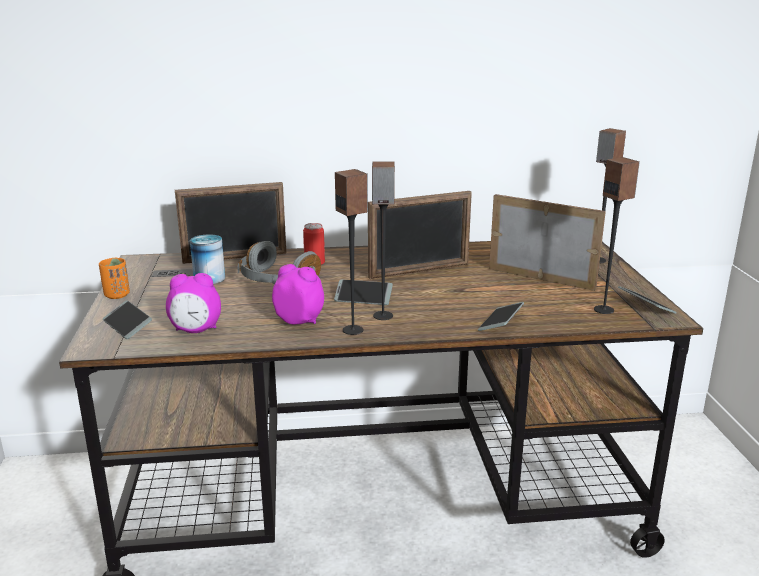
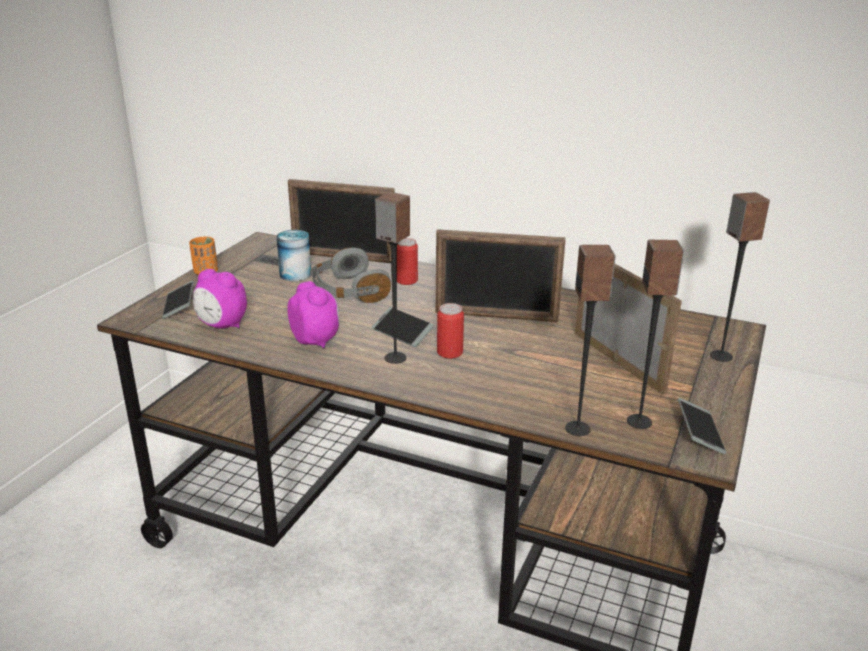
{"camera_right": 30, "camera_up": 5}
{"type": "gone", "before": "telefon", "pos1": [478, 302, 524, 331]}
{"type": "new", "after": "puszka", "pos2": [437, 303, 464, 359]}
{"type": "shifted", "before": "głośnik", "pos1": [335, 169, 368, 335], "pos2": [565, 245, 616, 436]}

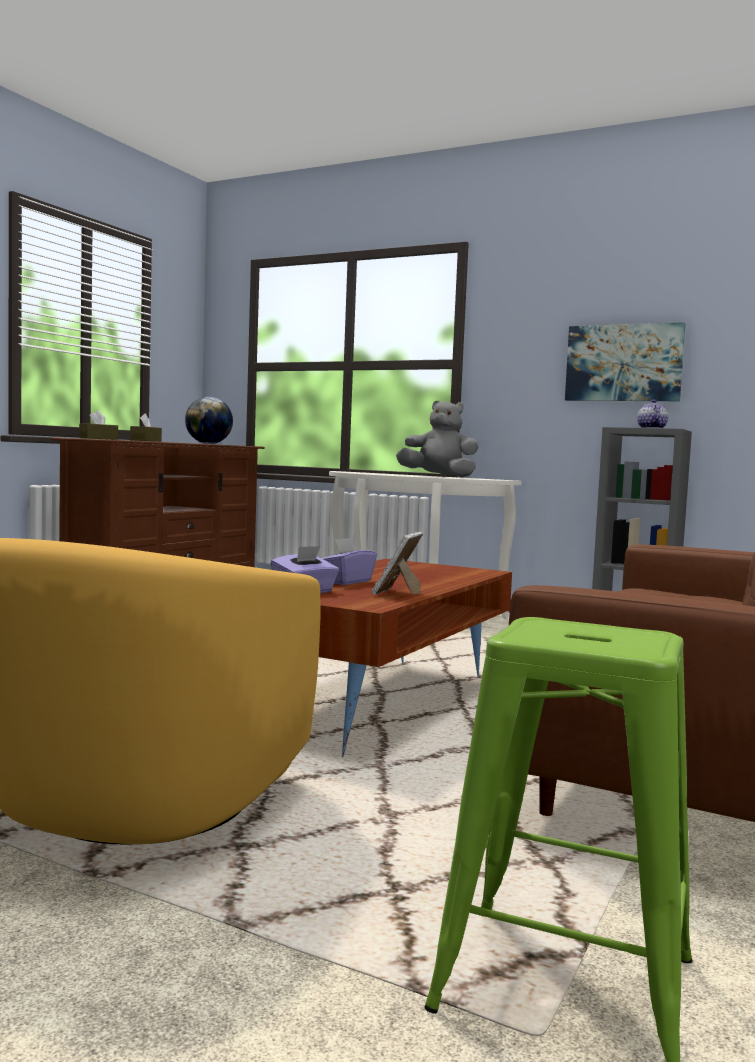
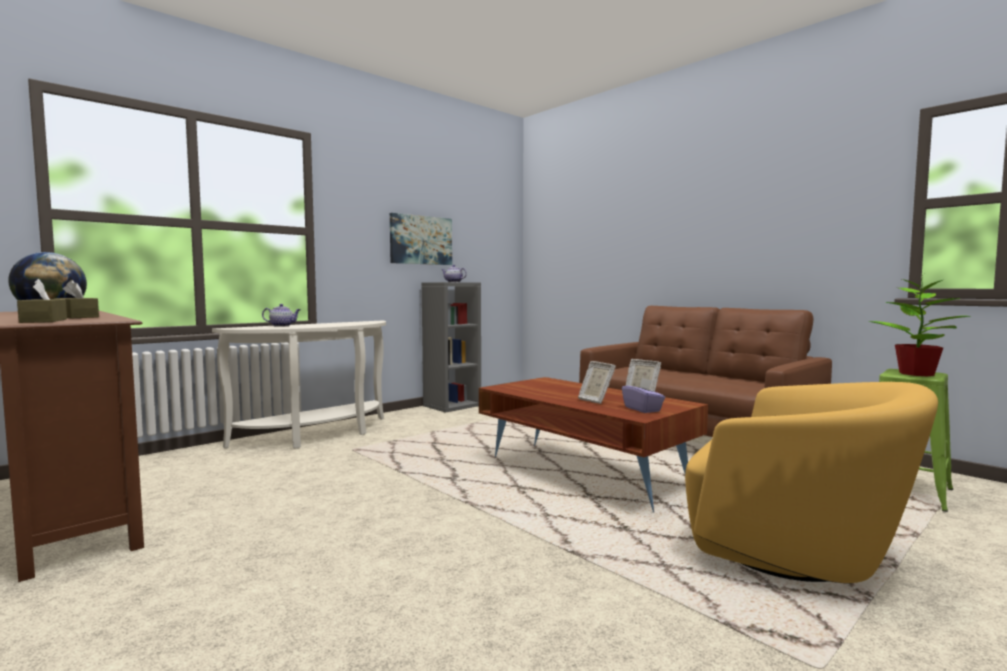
{"camera_right": -70, "camera_up": 0}
{"type": "gone", "before": "pluszak/szary", "pos1": [396, 400, 478, 477]}
{"type": "new", "after": "imbryk", "pos2": [262, 304, 301, 327]}
{"type": "new", "after": "roślina doniczkowa", "pos2": [868, 274, 970, 376]}
{"type": "swapped", "before": "pudełko chusteczek/fioletowy", "after": "ramka na zdjęcie", "pos1": [322, 538, 377, 585], "pos2": [578, 361, 616, 404]}

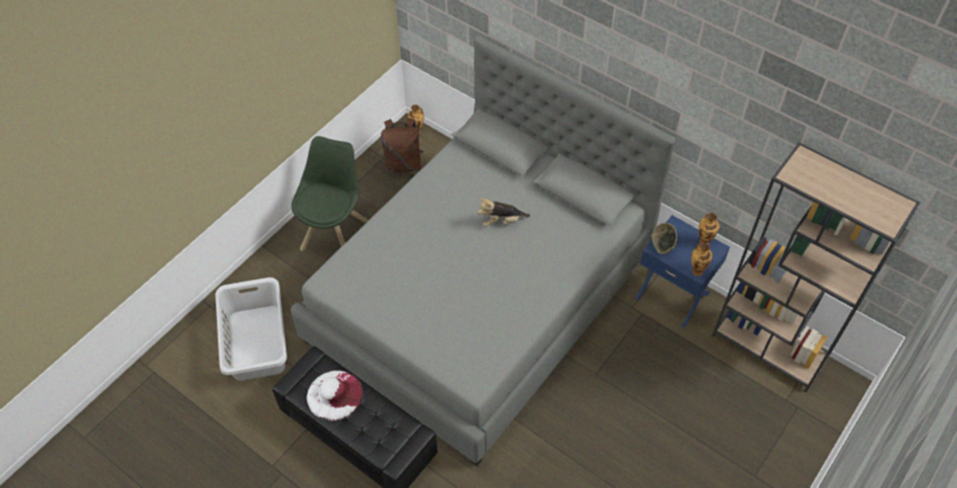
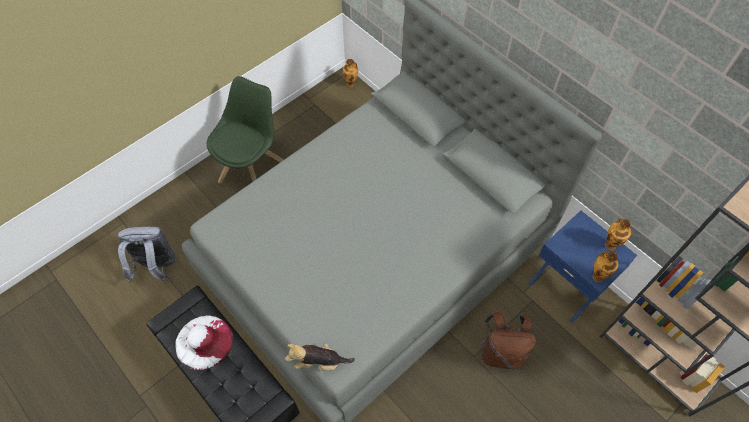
{"camera_right": 10, "camera_up": 5}
{"type": "gone", "before": "miska", "pos1": [652, 223, 677, 254]}
{"type": "shifted", "before": "plecak/brązowy", "pos1": [381, 118, 423, 172], "pos2": [480, 312, 536, 370]}
{"type": "shifted", "before": "pluszak", "pos1": [478, 198, 530, 226], "pos2": [285, 343, 355, 371]}
{"type": "swapped", "before": "kosz na pranie/szary", "after": "plecak/szary", "pos1": [215, 277, 287, 381], "pos2": [118, 227, 175, 282]}

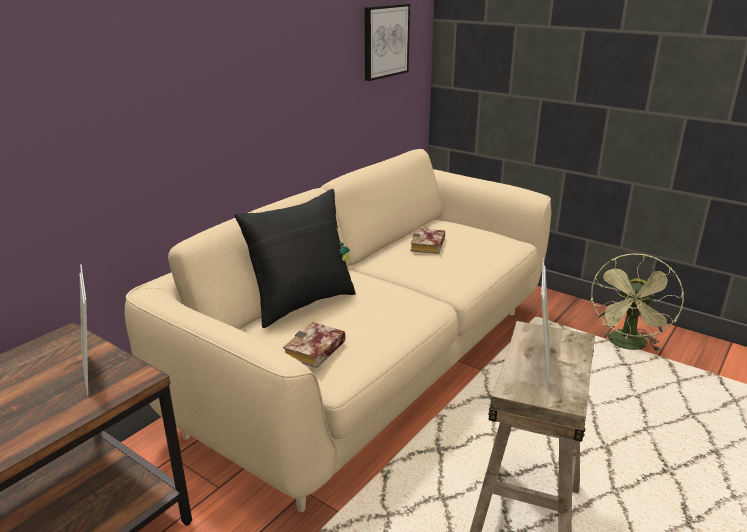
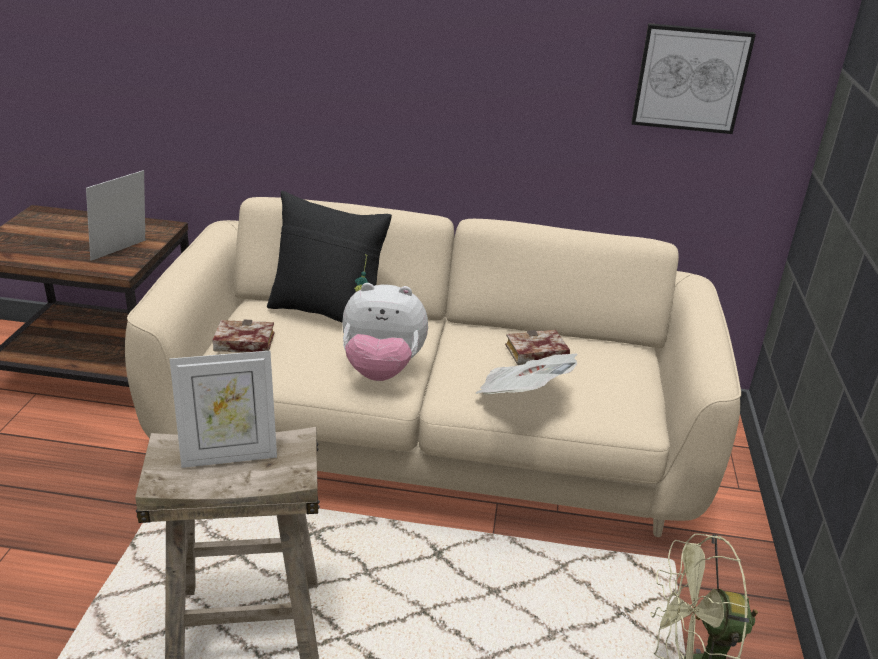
{"camera_right": 60, "camera_up": 5}
{"type": "new", "after": "pluszak", "pos2": [342, 283, 428, 381]}
{"type": "new", "after": "gazeta", "pos2": [475, 354, 577, 394]}

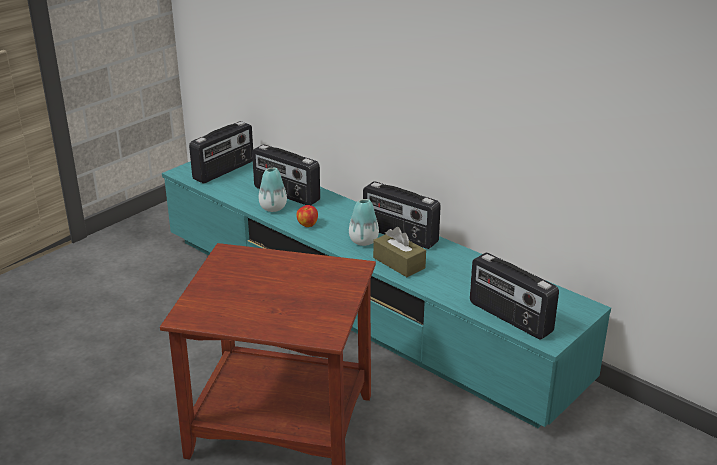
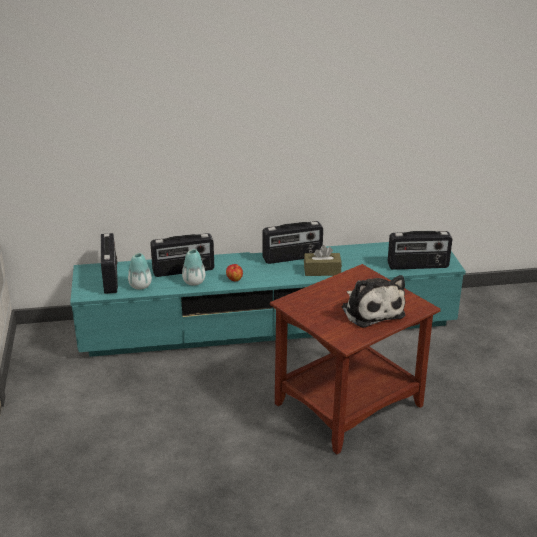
{"camera_right": -50, "camera_up": 0}
{"type": "new", "after": "pluszak", "pos2": [342, 275, 405, 328]}
{"type": "shifted", "before": "wazon", "pos1": [349, 199, 379, 246], "pos2": [128, 253, 152, 290]}

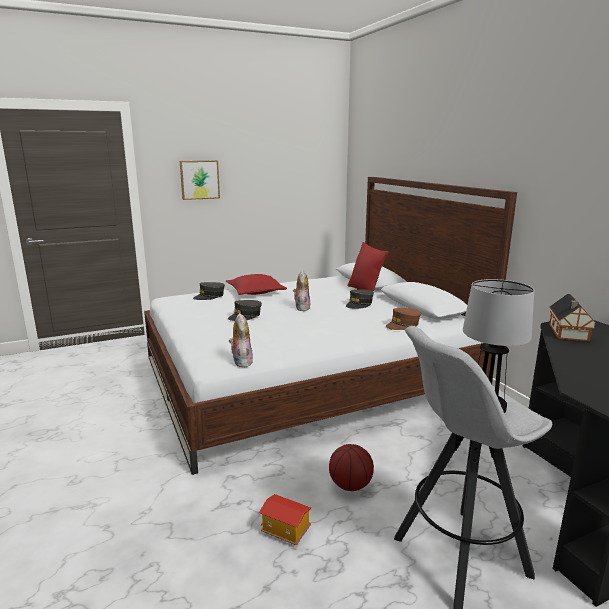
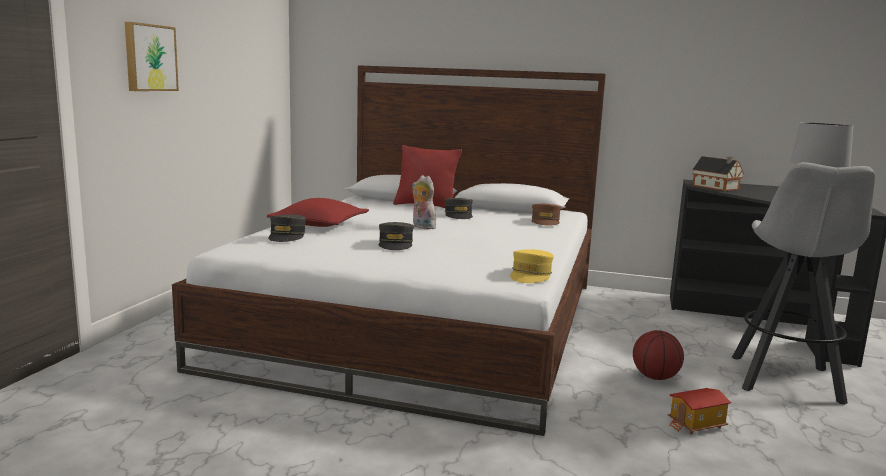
{"camera_right": -50, "camera_up": -5}
{"type": "swapped", "before": "pluszak", "after": "czapka z daszkiem/żółty", "pos1": [229, 313, 253, 367], "pos2": [510, 249, 554, 283]}

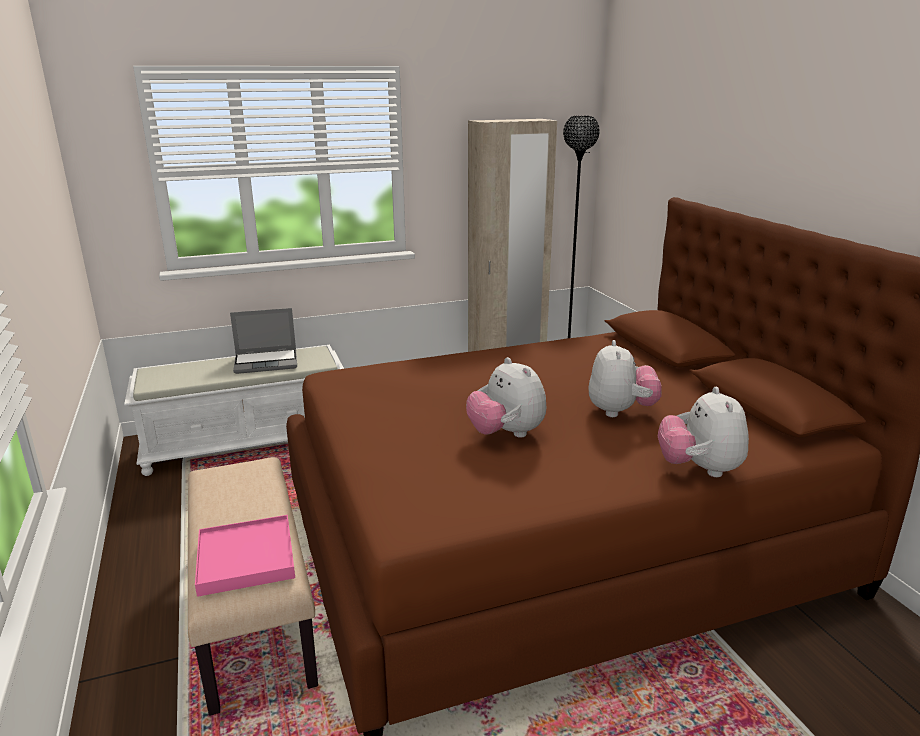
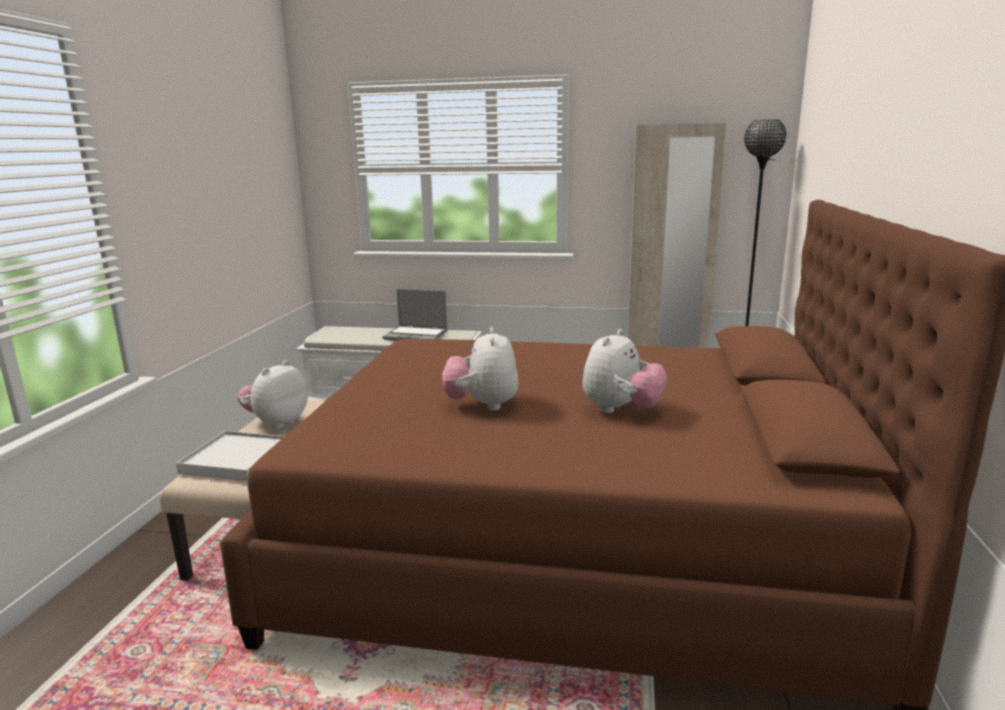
{"camera_right": 30, "camera_up": -5}
{"type": "shifted", "before": "pluszak", "pos1": [658, 387, 749, 477], "pos2": [237, 360, 308, 429]}
{"type": "repainted", "before": "taca/różowy", "after": "taca/biały", "pos1": [195, 515, 295, 597], "pos2": [176, 431, 285, 481]}

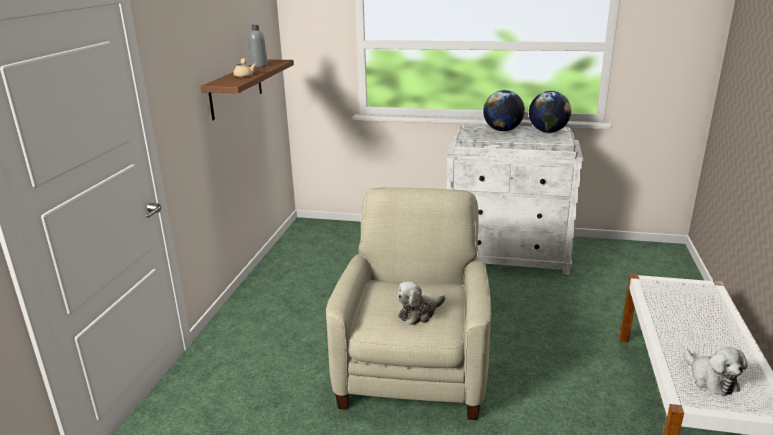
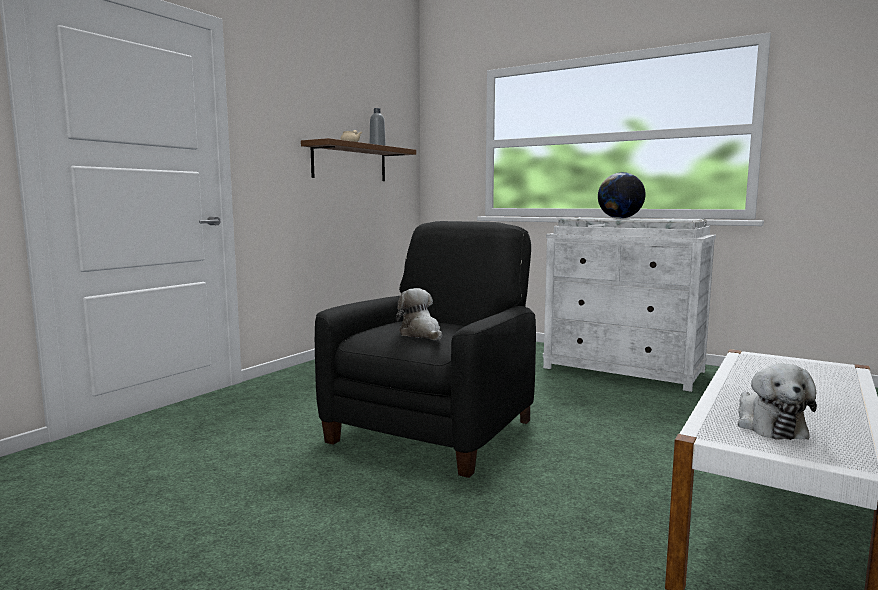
{"camera_right": 20, "camera_up": -15}
{"type": "gone", "before": "globus", "pos1": [529, 91, 571, 133]}
{"type": "repainted", "before": "fotel/beżowy", "after": "fotel/czarny", "pos1": [326, 187, 491, 420], "pos2": [315, 221, 536, 478]}
{"type": "rotated", "before": "pluszak", "pos1": [397, 281, 445, 325], "pos2": [396, 288, 442, 340], "turn": 75}

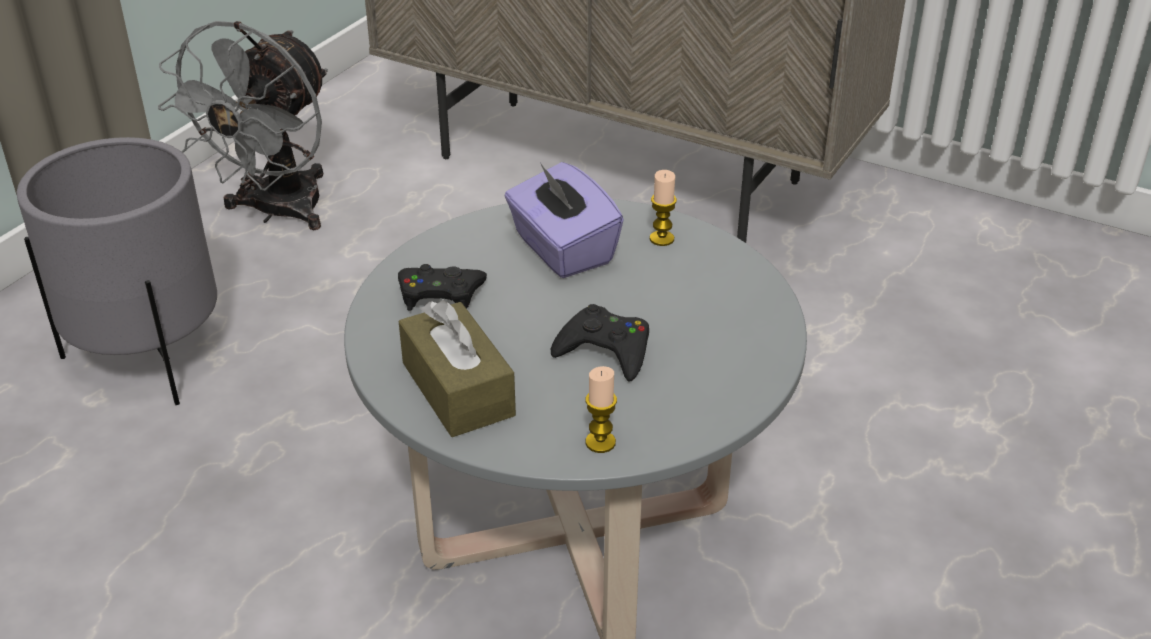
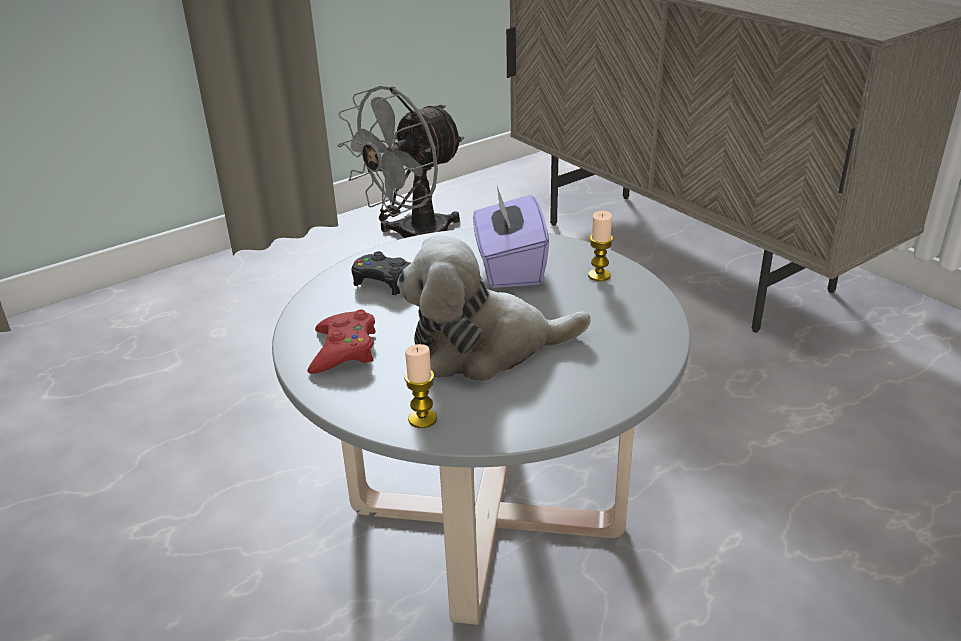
{"camera_right": 25, "camera_up": -5}
{"type": "gone", "before": "donica/szary", "pos1": [17, 137, 217, 405]}
{"type": "swapped", "before": "pudełko chusteczek/brązowy", "after": "pad do gier/czerwony", "pos1": [399, 300, 516, 437], "pos2": [307, 310, 376, 374]}
{"type": "swapped", "before": "pad do gier/czarny", "after": "pluszak", "pos1": [551, 304, 649, 381], "pos2": [397, 235, 591, 381]}

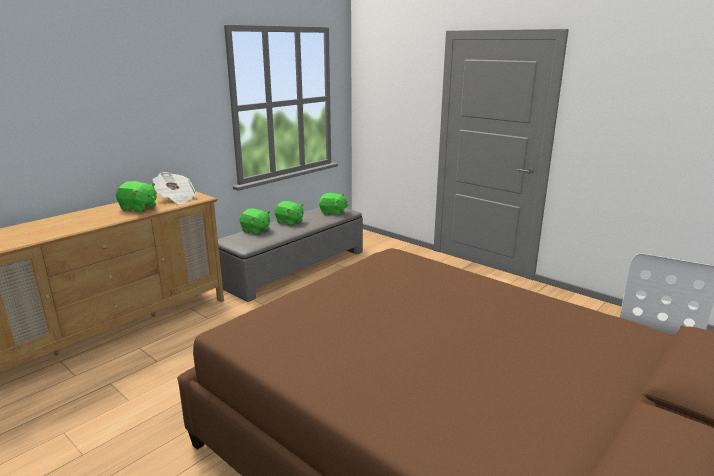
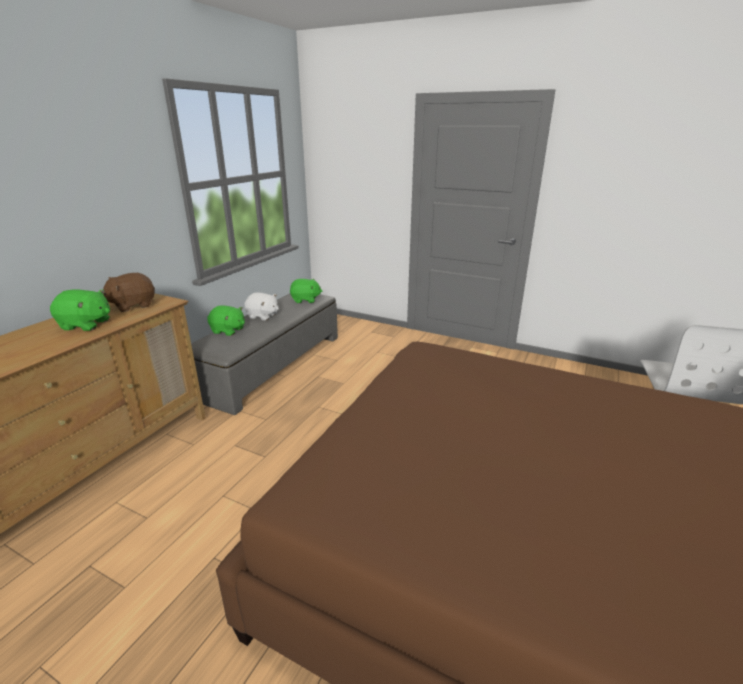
{"camera_right": -15, "camera_up": 5}
{"type": "swapped", "before": "gazeta", "after": "pluszak/brązowy", "pos1": [152, 172, 197, 204], "pos2": [103, 273, 155, 312]}
{"type": "repainted", "before": "pluszak/zielony", "after": "pluszak/biały", "pos1": [274, 201, 304, 226], "pos2": [244, 293, 279, 321]}

